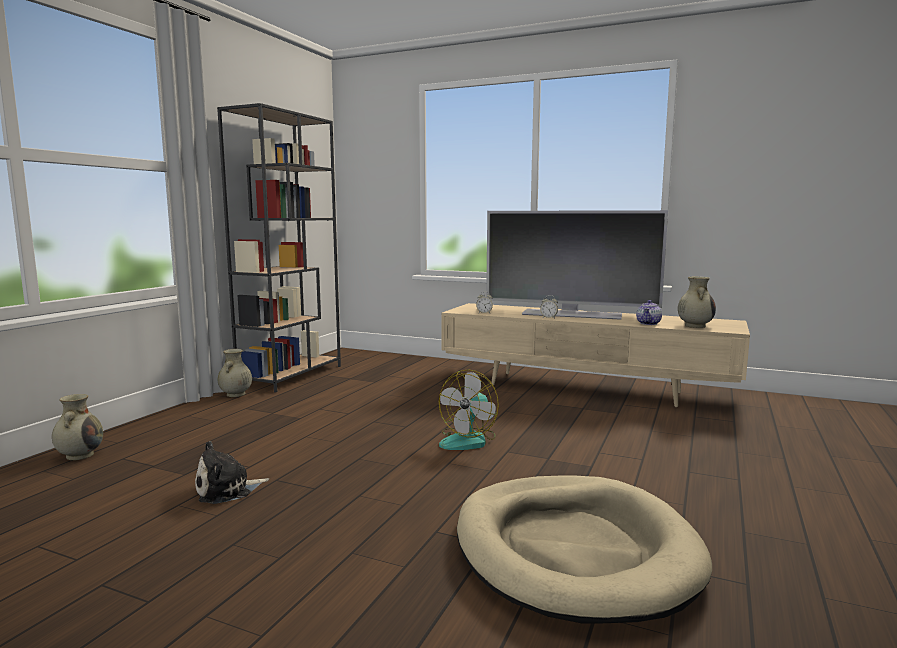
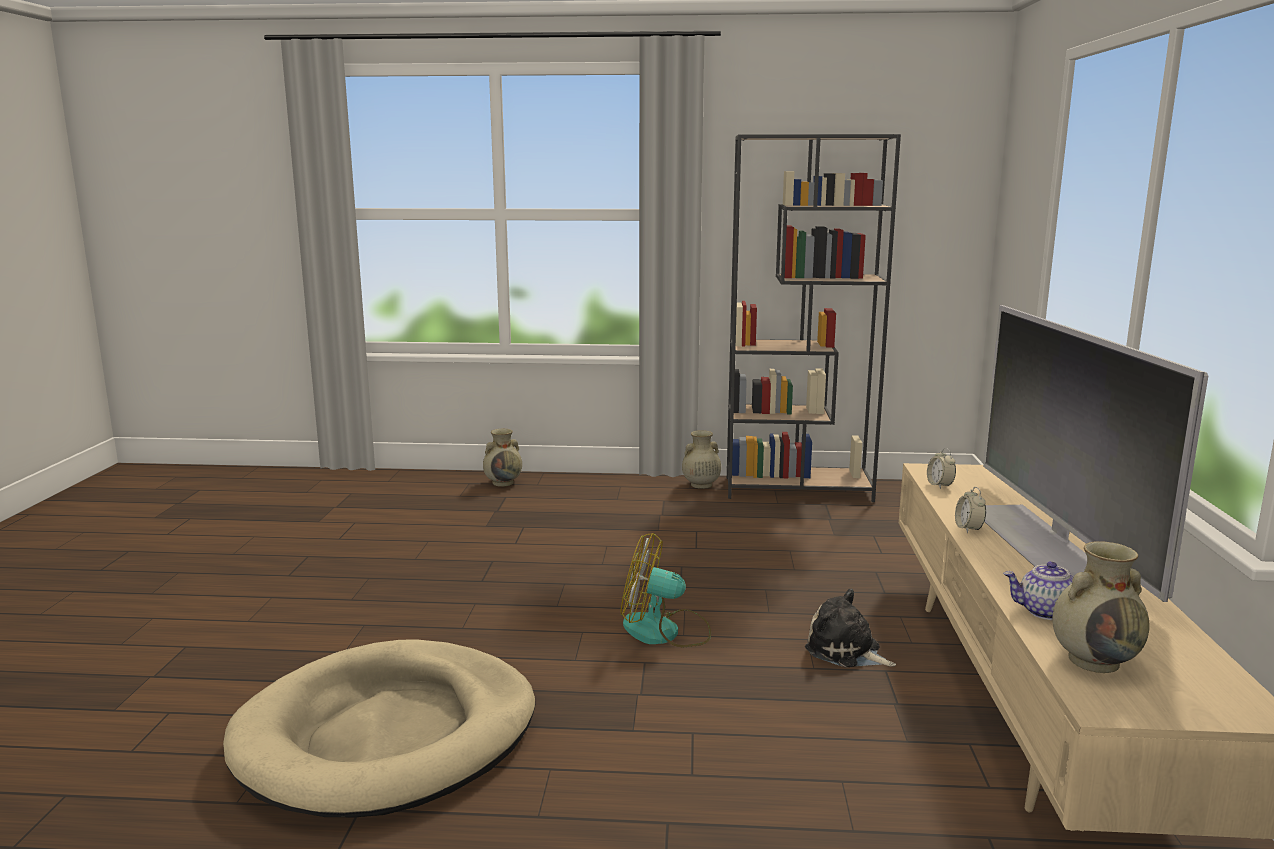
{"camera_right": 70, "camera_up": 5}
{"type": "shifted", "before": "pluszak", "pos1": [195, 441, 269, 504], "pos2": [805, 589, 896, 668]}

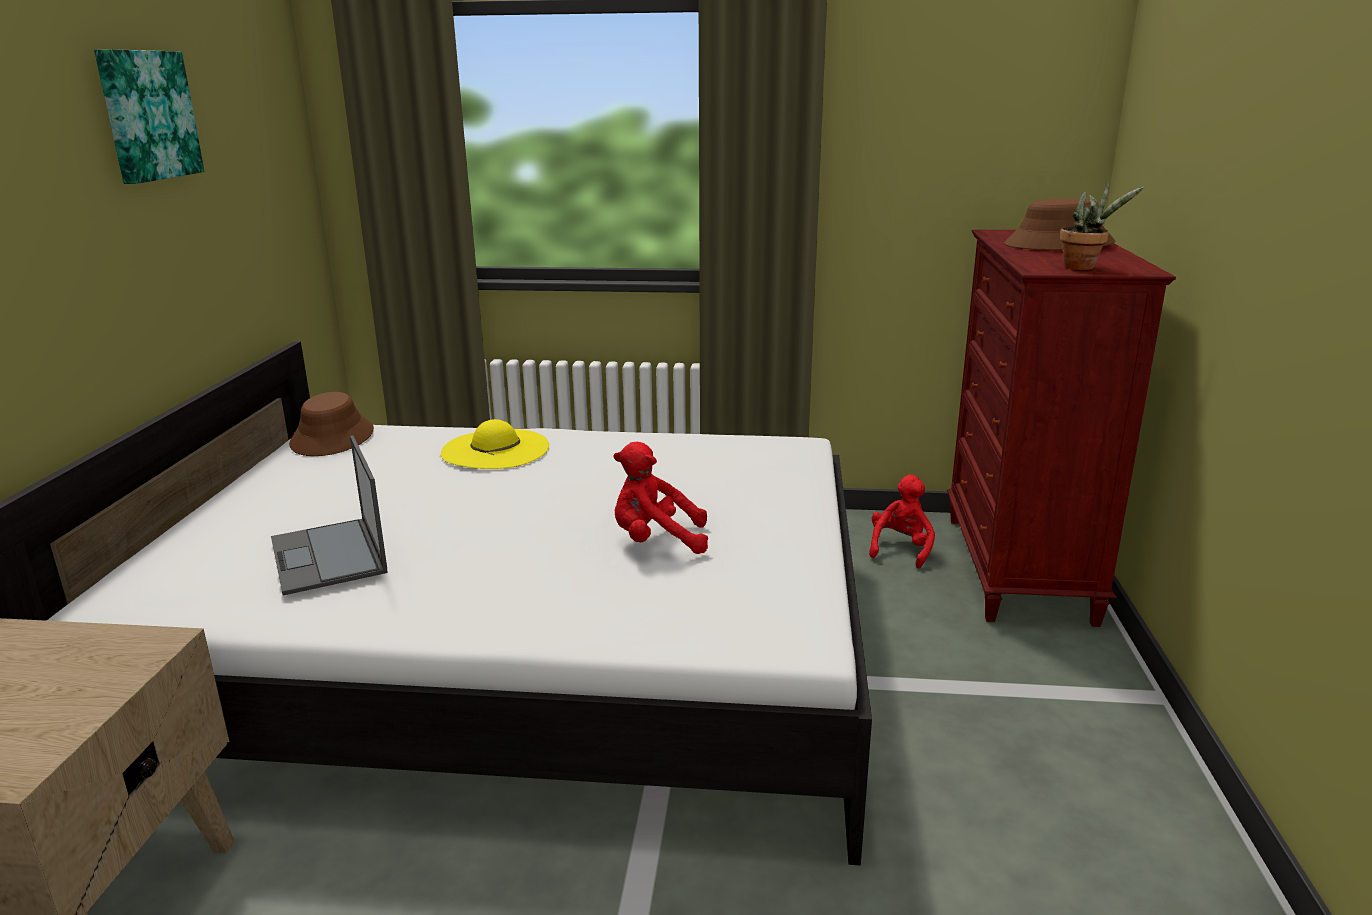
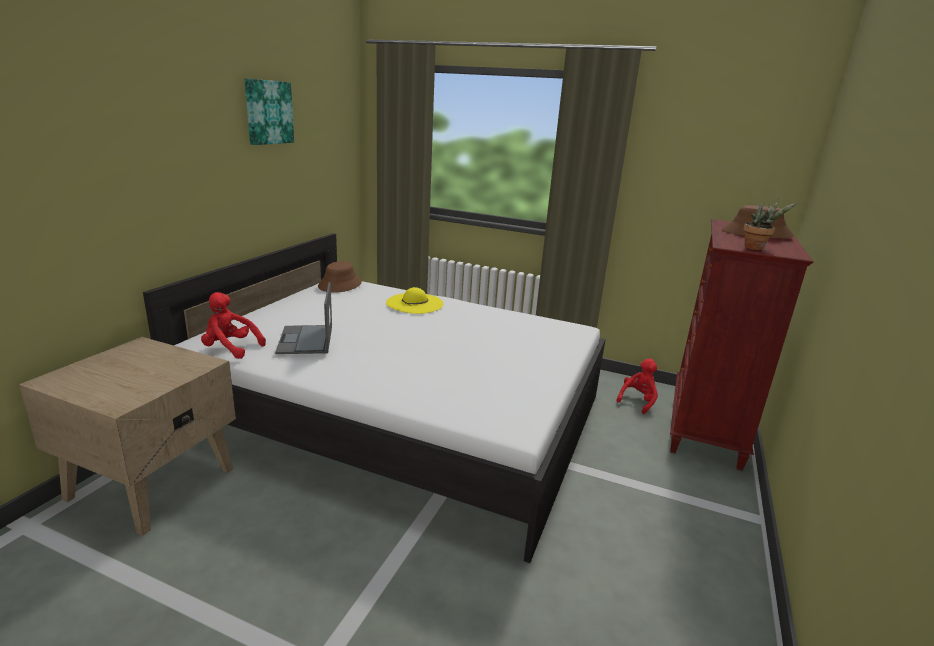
{"camera_right": 15, "camera_up": 0}
{"type": "shifted", "before": "pluszak/czerwony", "pos1": [614, 442, 708, 554], "pos2": [201, 292, 266, 359]}

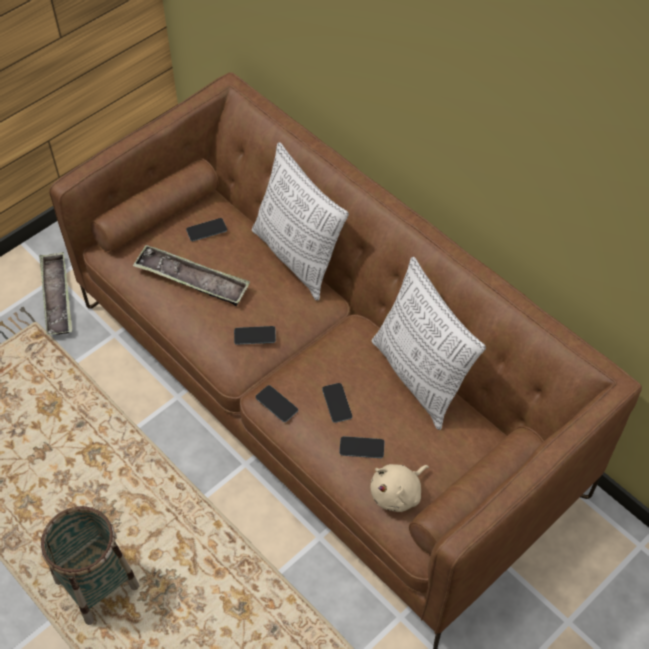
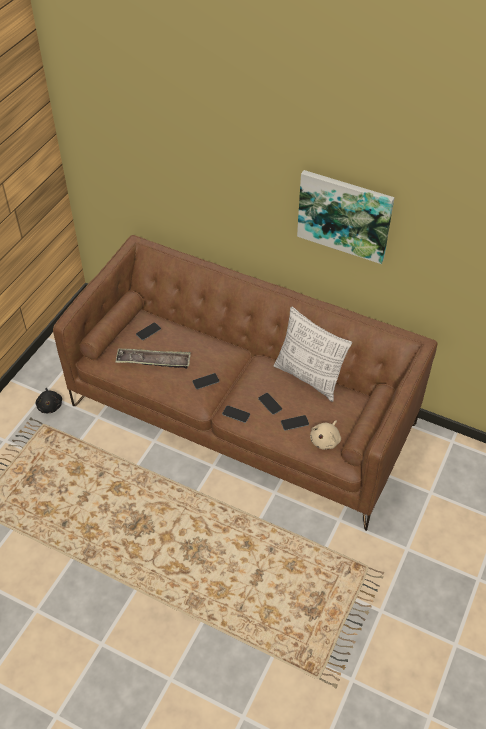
{"camera_right": -20, "camera_up": -5}
{"type": "gone", "before": "koszyk", "pos1": [41, 506, 139, 625]}
{"type": "gone", "before": "poduszka", "pos1": [252, 142, 349, 301]}
{"type": "new", "after": "obraz", "pos2": [297, 170, 394, 264]}
{"type": "swapped", "before": "taca", "after": "pluszak/czarny", "pos1": [39, 252, 72, 335], "pos2": [36, 388, 62, 413]}

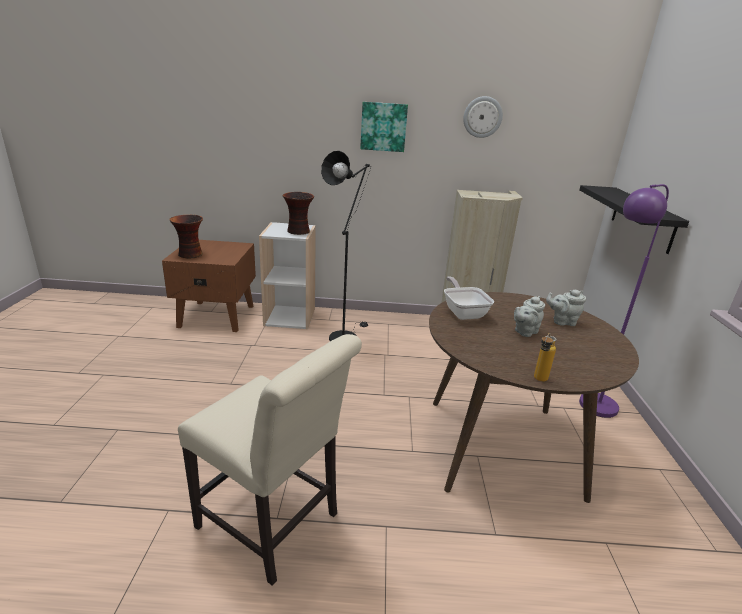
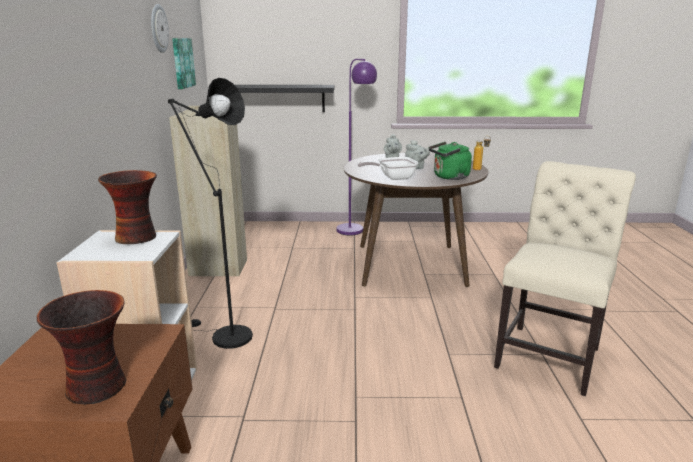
{"camera_right": -90, "camera_up": -5}
{"type": "new", "after": "czajnik/zielony", "pos2": [428, 142, 472, 180]}
{"type": "shifted", "before": "obraz", "pos1": [360, 102, 408, 152], "pos2": [172, 38, 196, 89]}

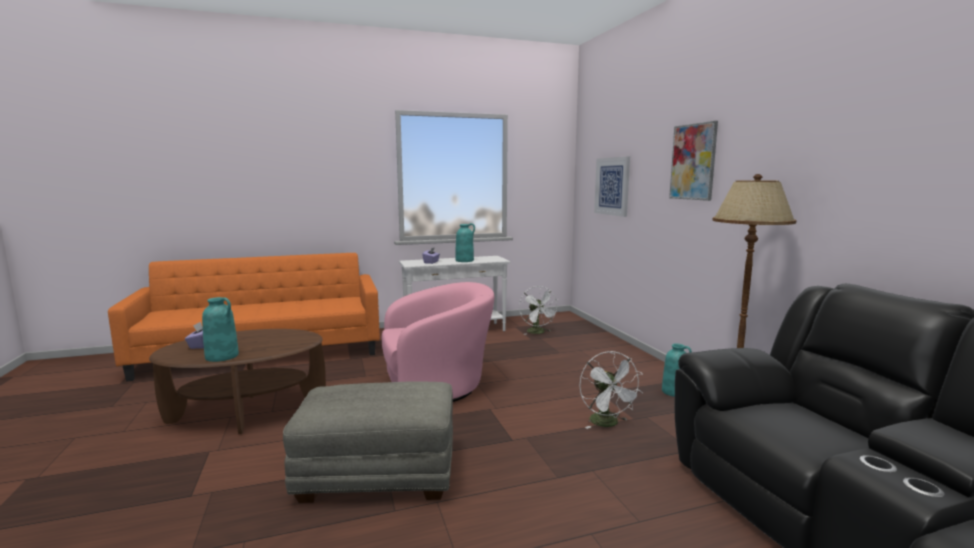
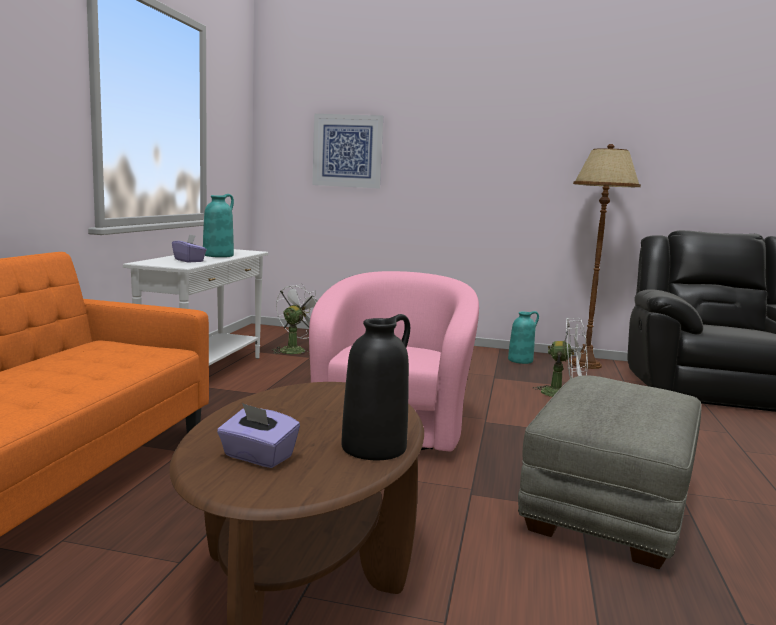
{"camera_right": -60, "camera_up": 0}
{"type": "gone", "before": "obraz", "pos1": [669, 121, 718, 201]}
{"type": "repainted", "before": "wazon/turkusowy", "after": "wazon/czarny", "pos1": [202, 297, 239, 362], "pos2": [341, 314, 410, 460]}
{"type": "rotated", "before": "wentylator/biały", "pos1": [519, 286, 559, 335], "pos2": [273, 283, 318, 354], "turn": -75}

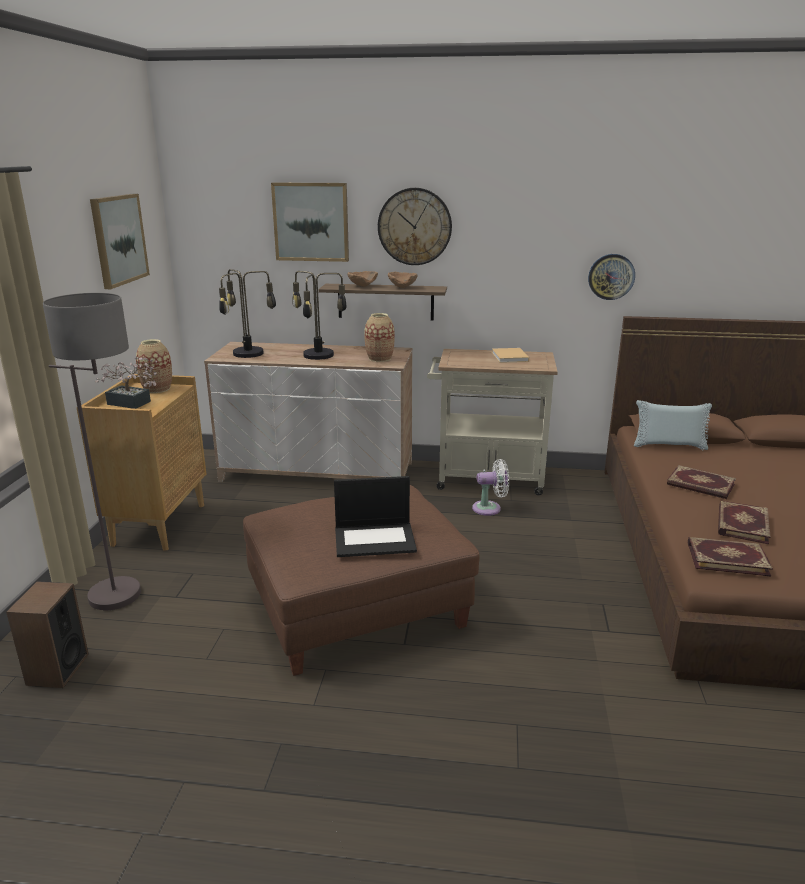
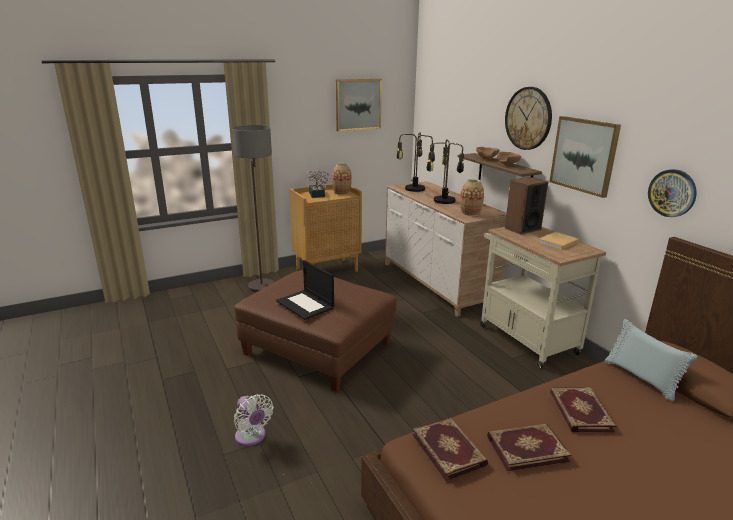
{"camera_right": 55, "camera_up": 0}
{"type": "shifted", "before": "głośnik", "pos1": [6, 581, 89, 688], "pos2": [505, 177, 548, 235]}
{"type": "shifted", "before": "obraz", "pos1": [271, 182, 349, 262], "pos2": [549, 116, 621, 198]}
{"type": "shifted", "before": "wentylator/biały", "pos1": [472, 459, 509, 516], "pos2": [234, 394, 274, 446]}

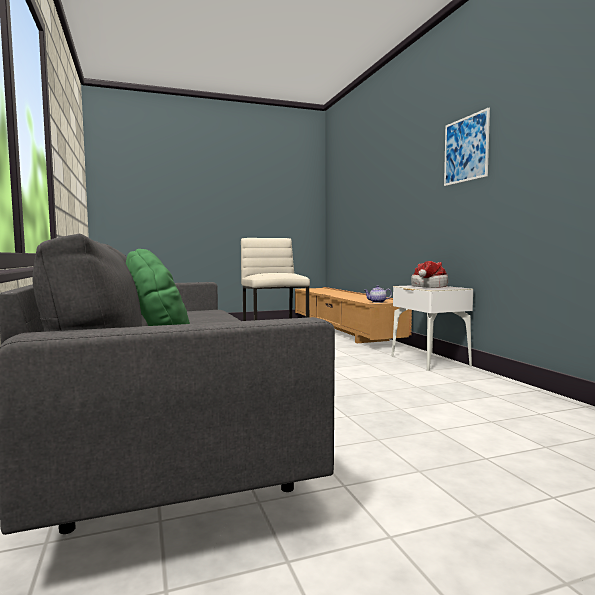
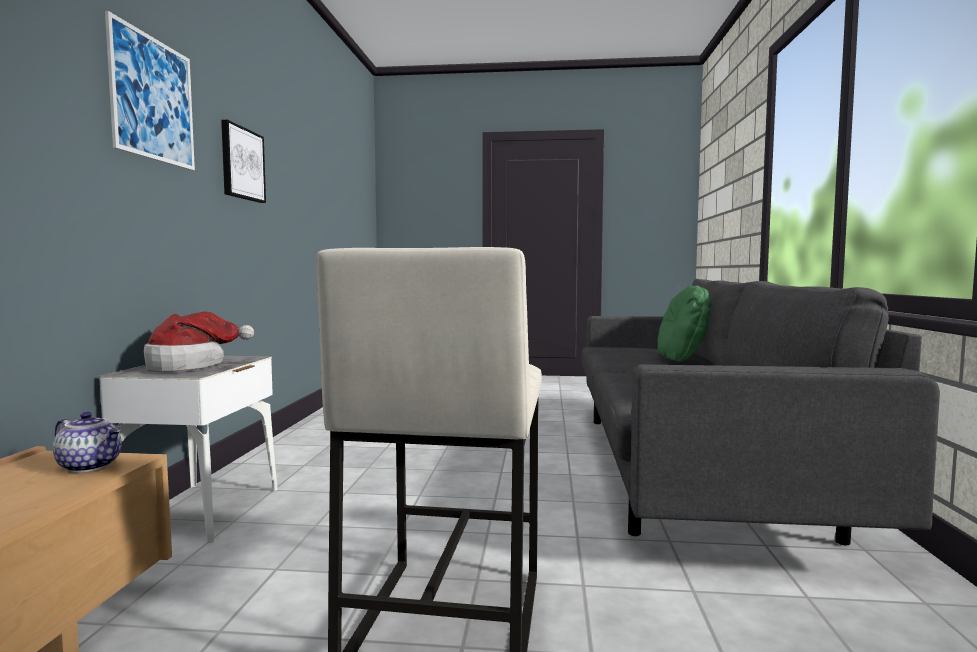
{"camera_right": -155, "camera_up": 0}
{"type": "new", "after": "obraz", "pos2": [221, 120, 266, 203]}

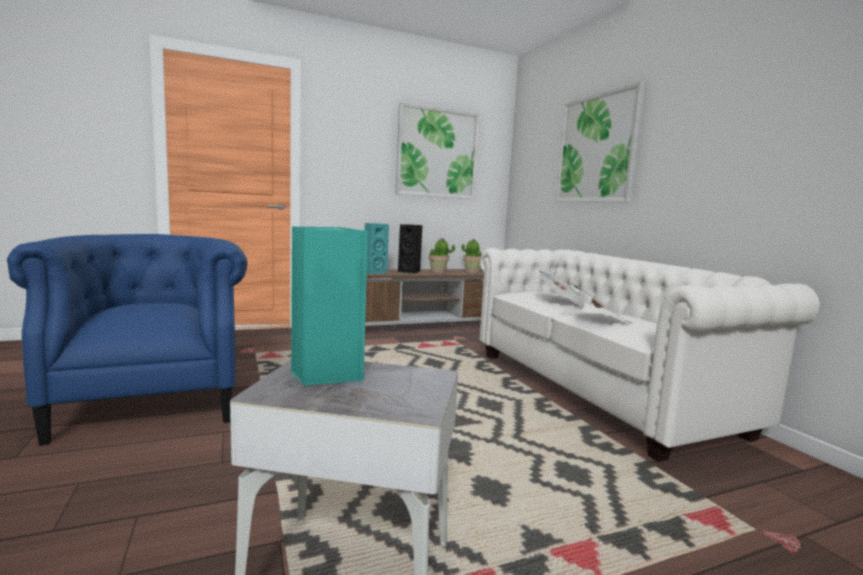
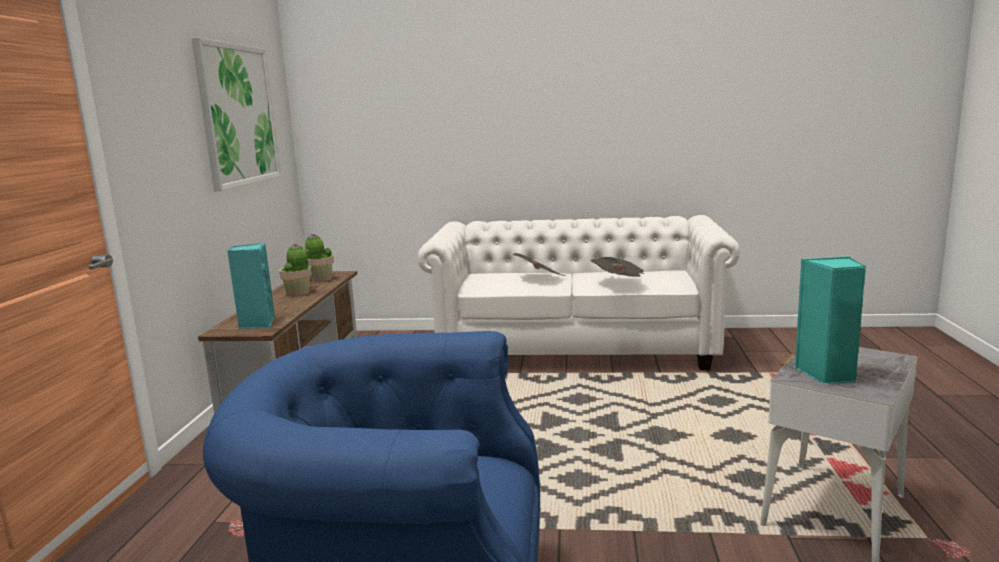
{"camera_right": -60, "camera_up": 5}
{"type": "gone", "before": "głośnik/czarny", "pos1": [398, 224, 423, 274]}
{"type": "gone", "before": "obraz", "pos1": [555, 81, 645, 202]}

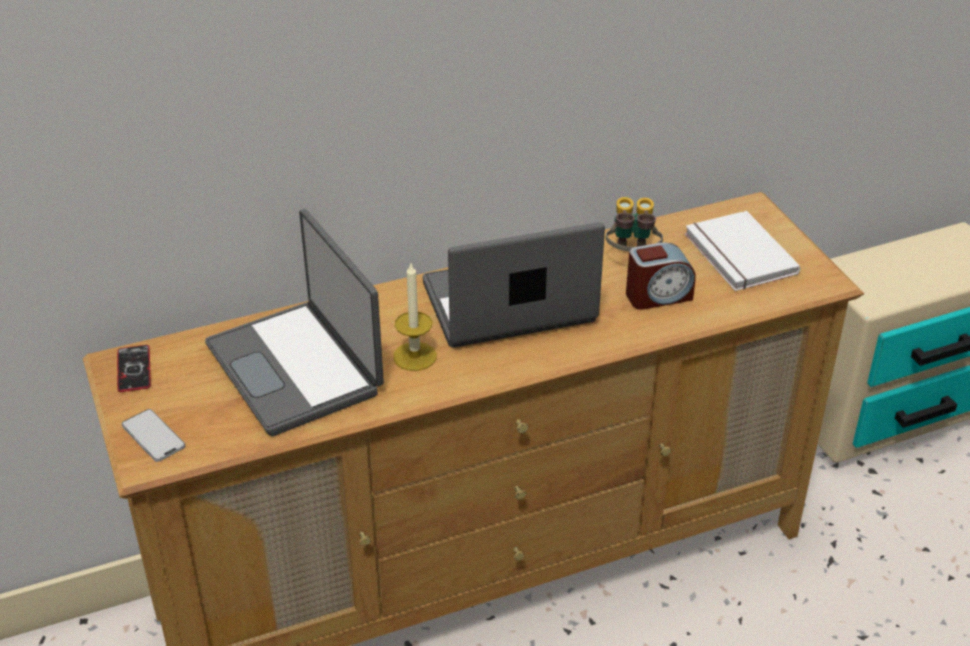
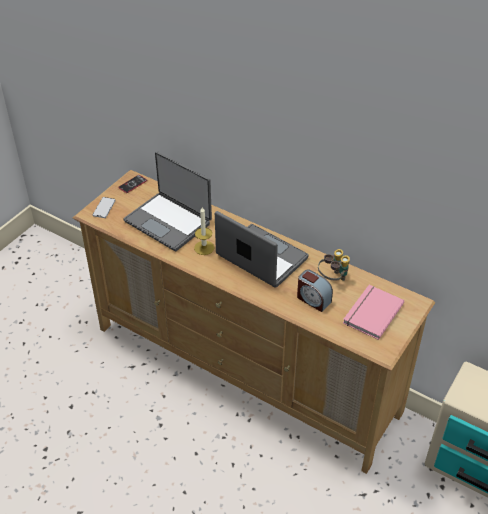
{"camera_right": 55, "camera_up": 5}
{"type": "repainted", "before": "książka/biały", "after": "książka/różowy", "pos1": [685, 211, 800, 291], "pos2": [343, 285, 404, 340]}
{"type": "rotated", "before": "laptop", "pos1": [205, 209, 384, 436], "pos2": [123, 151, 212, 251], "turn": -75}

